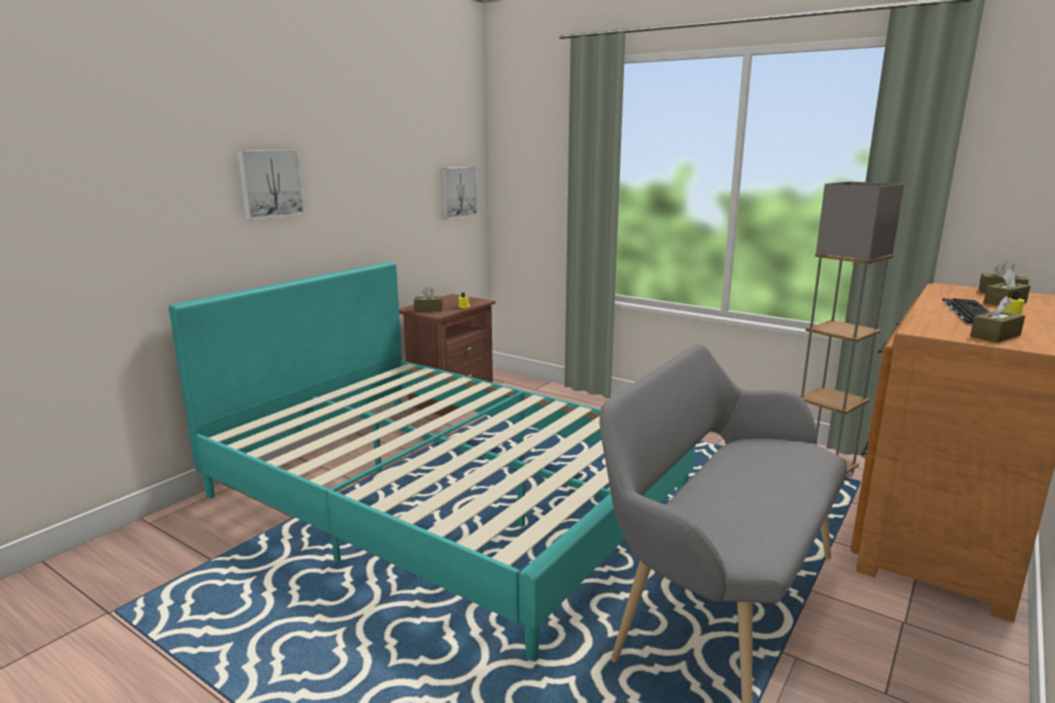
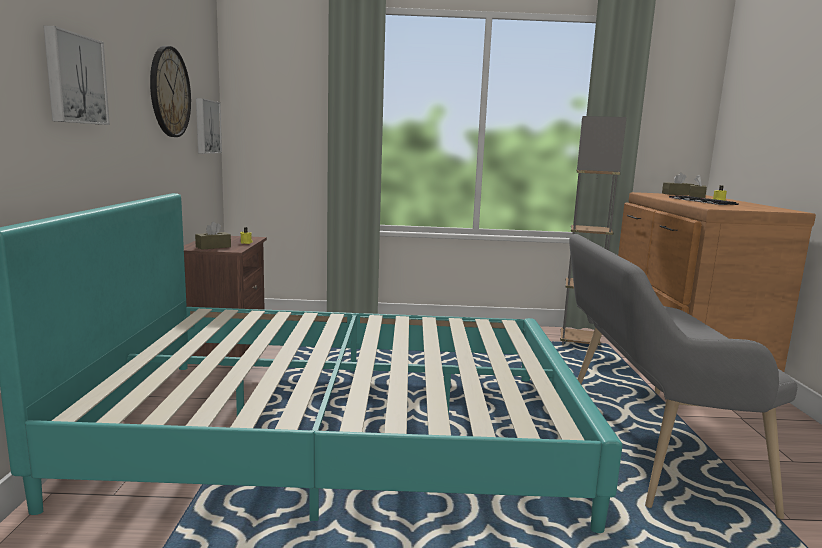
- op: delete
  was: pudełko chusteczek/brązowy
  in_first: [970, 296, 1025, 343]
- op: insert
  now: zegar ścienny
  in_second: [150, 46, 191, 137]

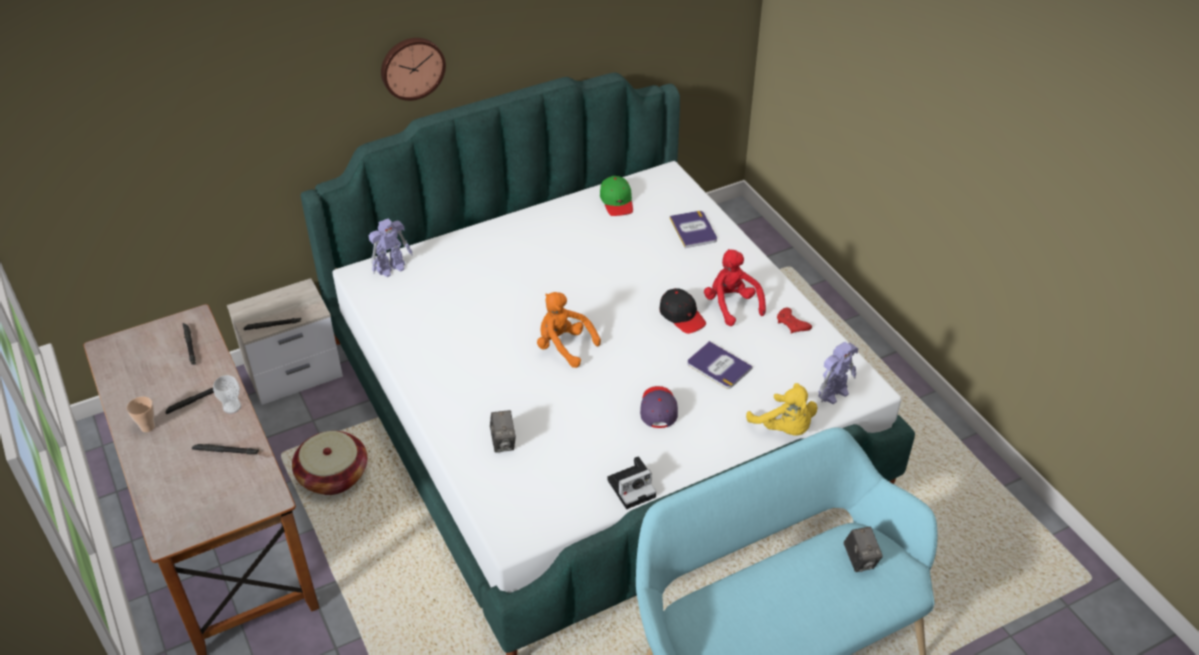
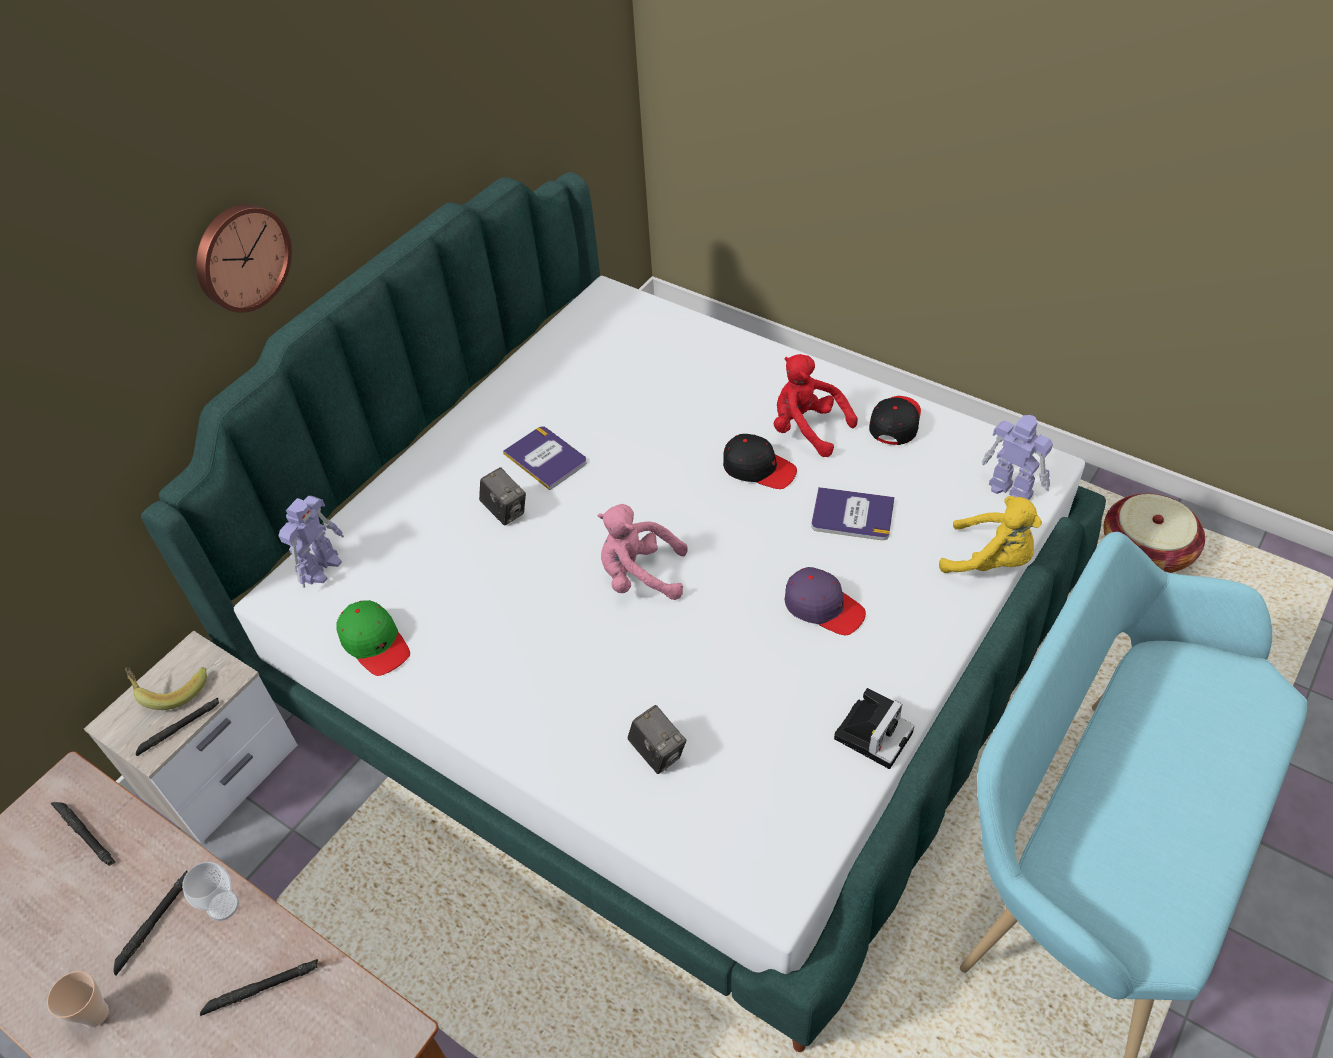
- op: move
  was: czapka z daszkiem/zielony
  in_first: [600, 176, 633, 216]
  in_second: [336, 600, 410, 676]
- op: move
  was: książka
  in_first: [670, 211, 717, 248]
  in_second: [503, 426, 587, 490]
- op: recolor
  was: pluszak/pomarańczowy
  now: pluszak/różowy
  in_first: [537, 292, 601, 368]
  in_second: [598, 504, 688, 600]
- op: replace
  was: pad do gier/czerwony
  now: czapka z daszkiem/czarny
  in_first: [777, 308, 812, 334]
  in_second: [869, 396, 921, 445]
- op: rotate
  was: robot zabawkowy
  in_first: [818, 342, 858, 404]
  in_second: [982, 415, 1053, 500]
  clockwise: -75
- op: rotate
  was: czapka z daszkiem/fioletowy
  in_first: [640, 386, 678, 428]
  in_second: [785, 567, 866, 635]
  clockwise: 150
- op: move
  was: koszyk
  in_first: [292, 431, 367, 495]
  in_second: [1103, 494, 1205, 573]
- op: move
  was: aparat fotograficzny
  in_first: [843, 527, 883, 572]
  in_second: [479, 468, 526, 526]
- op: insert
  now: banan
  in_second: [125, 667, 207, 710]

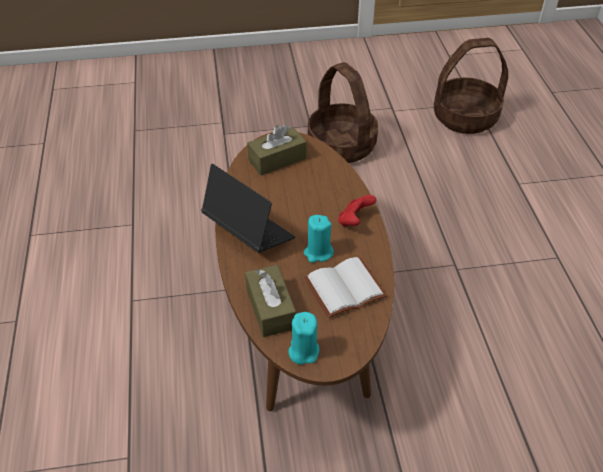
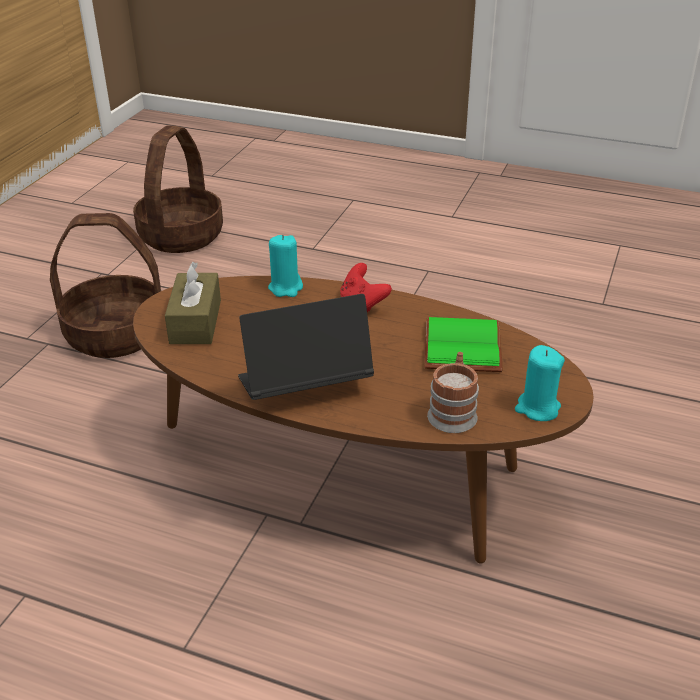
- op: move
  was: świeca/turkusowy
  in_first: [304, 215, 334, 263]
  in_second: [268, 235, 303, 297]
- op: recolor
  was: książka/biały
  now: książka/zielony
  in_first: [304, 257, 387, 318]
  in_second: [425, 317, 502, 372]
- op: replace
  was: pudełko chusteczek/brązowy
  now: kubek
  in_first: [245, 265, 296, 337]
  in_second: [427, 352, 479, 433]

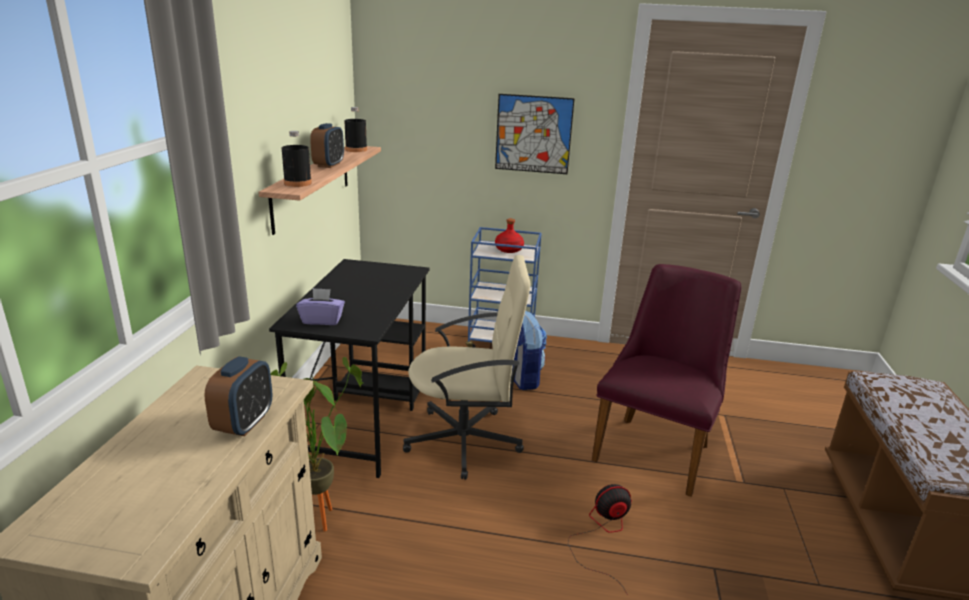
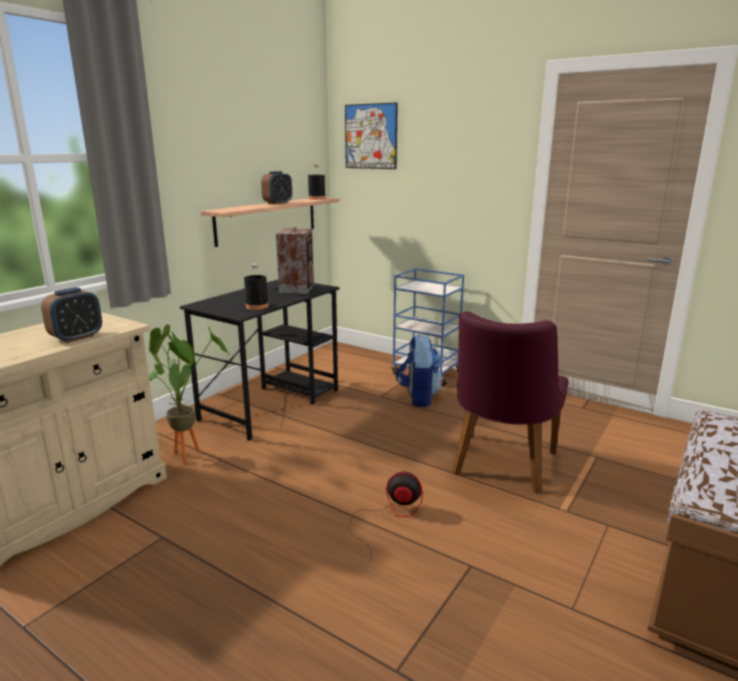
- op: move
  was: obraz
  in_first: [495, 94, 575, 174]
  in_second: [345, 103, 398, 169]
- op: move
  was: butelka/czarny
  in_first: [281, 131, 312, 187]
  in_second: [244, 264, 268, 310]
- op: delete
  was: butelka/czerwony
  in_first: [495, 219, 524, 253]
- op: delete
  was: krzesło biurowe/beżowy
  in_first: [403, 255, 530, 480]
- op: rotate
  was: krzesło/fioletowy
  in_first: [592, 264, 742, 497]
  in_second: [452, 311, 569, 494]
  clockwise: 150
- op: delete
  was: pudełko chusteczek/fioletowy
  in_first: [296, 288, 345, 325]
- op: insert
  now: głośnik
  in_second: [276, 227, 314, 294]

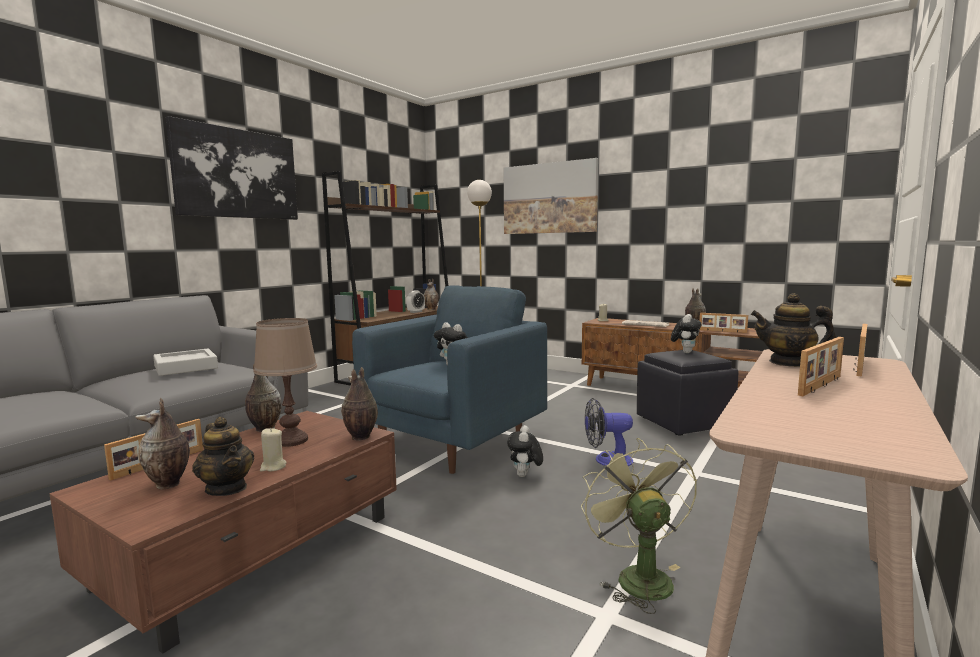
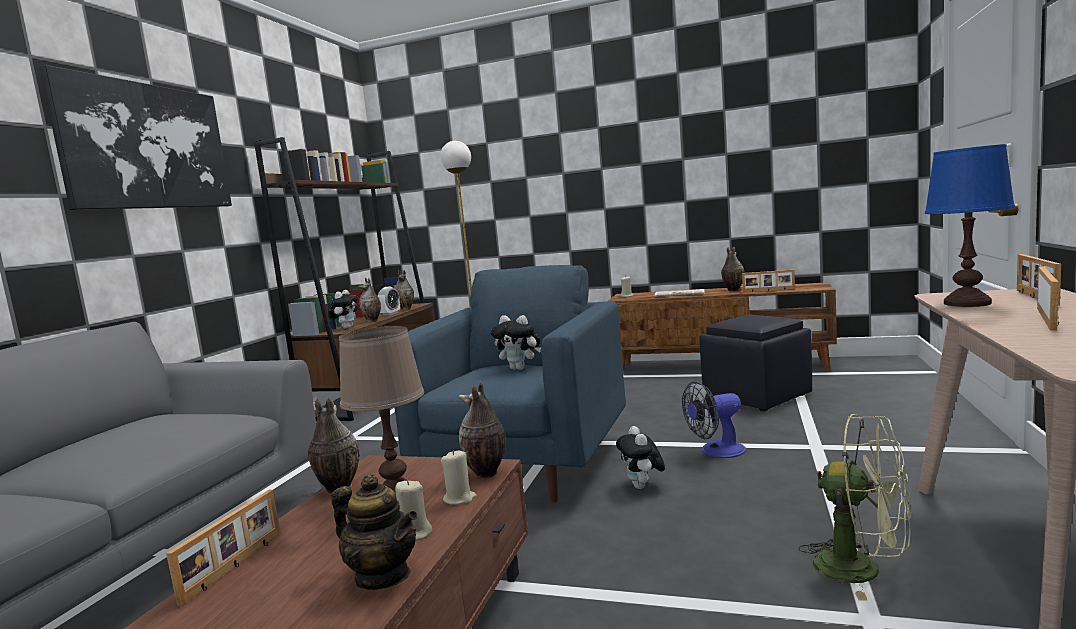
- op: delete
  was: obraz
  in_first: [504, 158, 598, 234]
- op: replace
  was: imbryk
  now: lampa stołowa/niebieski
  in_first: [751, 293, 836, 367]
  in_second: [925, 144, 1015, 307]
- op: move
  was: pluszak
  in_first: [671, 314, 702, 353]
  in_second: [329, 290, 358, 329]
- op: delete
  was: taca/szary
  in_first: [153, 349, 218, 376]
- op: move
  was: wazon
  in_first: [136, 398, 190, 490]
  in_second: [358, 278, 381, 322]
- op: rotate
  was: wentylator/zielony
  in_first: [581, 438, 697, 614]
  in_second: [799, 414, 911, 600]
  clockwise: 150
- op: insert
  now: świeca/beżowy
  in_second: [441, 450, 476, 505]

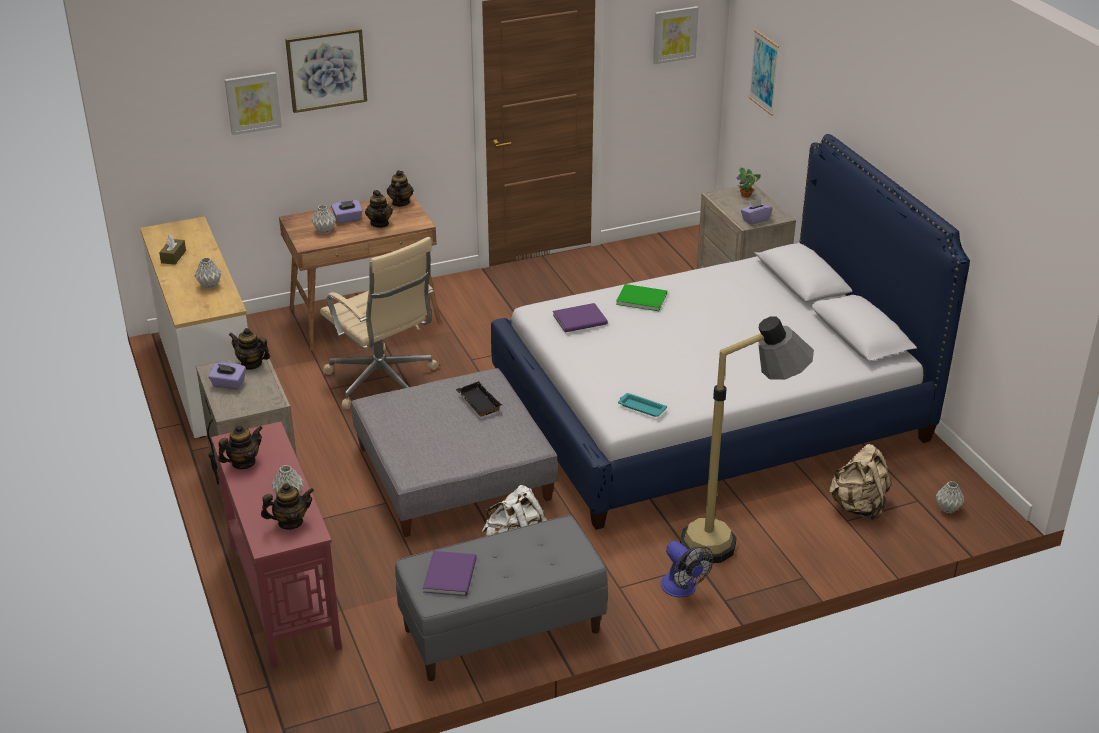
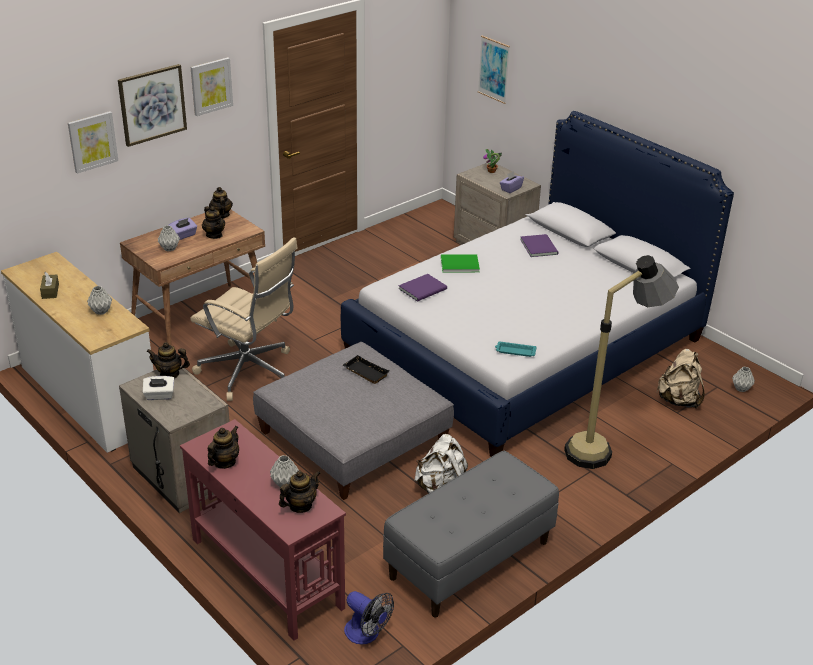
- op: move
  was: obraz
  in_first: [653, 6, 699, 64]
  in_second: [191, 57, 233, 116]
- op: recolor
  was: pudełko chusteczek/fioletowy
  now: pudełko chusteczek/biały
  in_first: [208, 362, 246, 389]
  in_second: [143, 376, 174, 400]
- op: move
  was: wentylator
  in_first: [661, 541, 713, 597]
  in_second: [344, 591, 394, 645]
- op: move
  was: książka/fioletowy
  in_first: [423, 551, 477, 596]
  in_second: [520, 234, 559, 257]

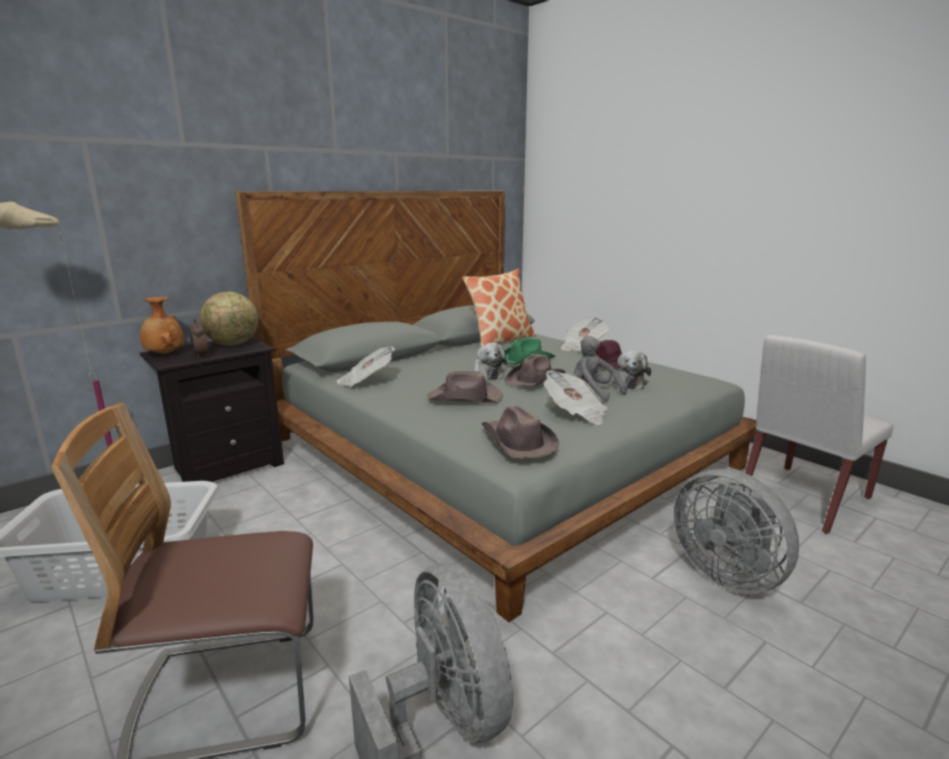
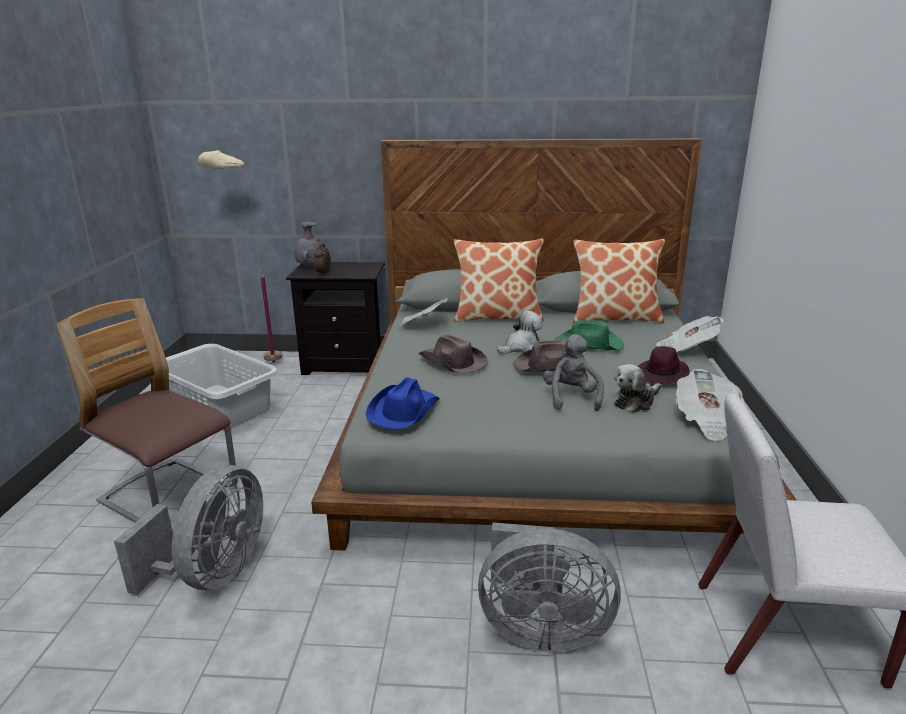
- op: delete
  was: globus
  in_first: [200, 292, 258, 346]
- op: recolor
  was: wazon/brązowy
  now: wazon/szary
  in_first: [140, 297, 184, 354]
  in_second: [295, 222, 324, 267]
- op: rotate
  was: pluszak
  in_first: [473, 343, 507, 380]
  in_second: [497, 311, 543, 354]
  clockwise: -150
- op: move
  was: gazeta
  in_first: [544, 370, 608, 425]
  in_second: [676, 369, 744, 441]
- op: recolor
  was: kapelusz/brązowy
  now: kapelusz/niebieski
  in_first: [482, 406, 559, 458]
  in_second: [366, 377, 440, 429]
- op: rotate
  was: wentylator/szary
  in_first: [673, 469, 799, 594]
  in_second: [478, 523, 621, 652]
  clockwise: -90
- op: insert
  now: poduszka
  in_second: [454, 238, 544, 322]

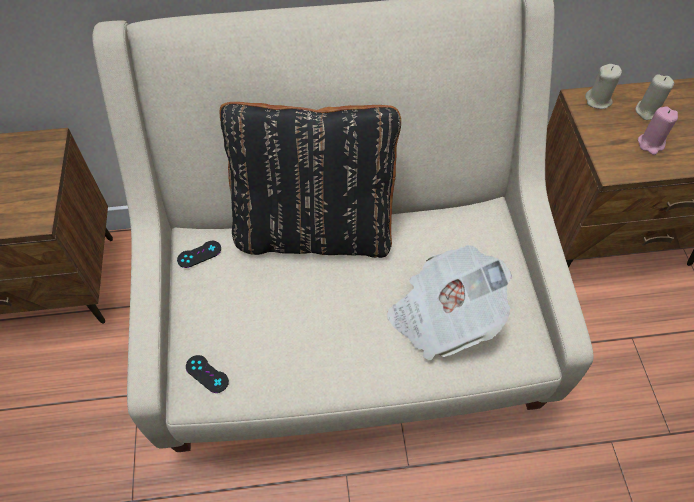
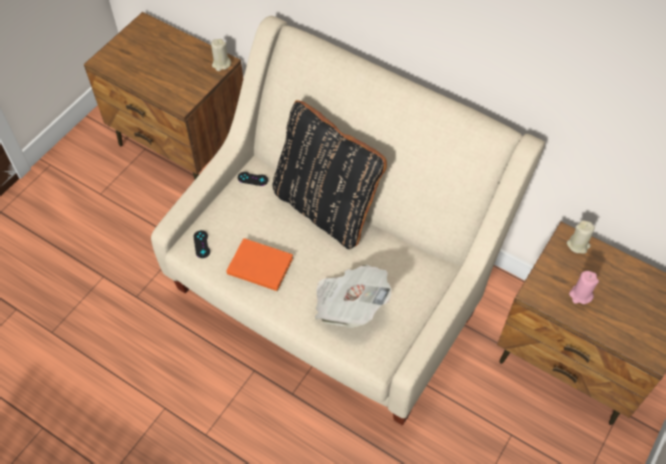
- op: move
  was: świeca/beżowy
  in_first: [635, 75, 674, 120]
  in_second: [211, 39, 231, 71]
- op: insert
  now: książka/pomarańczowy
  in_second: [226, 238, 293, 291]

